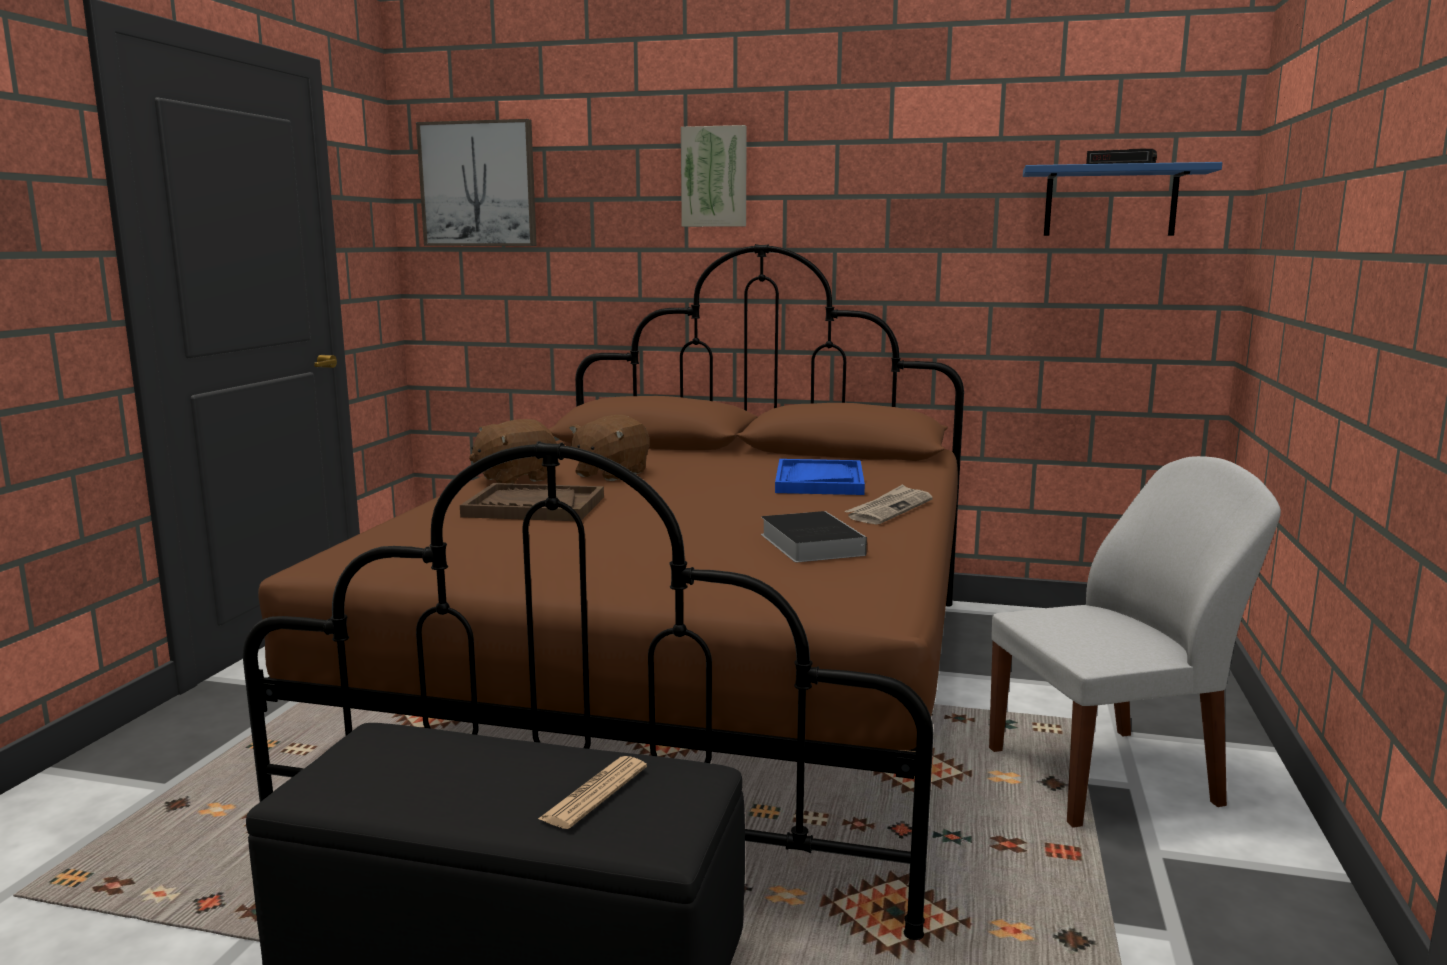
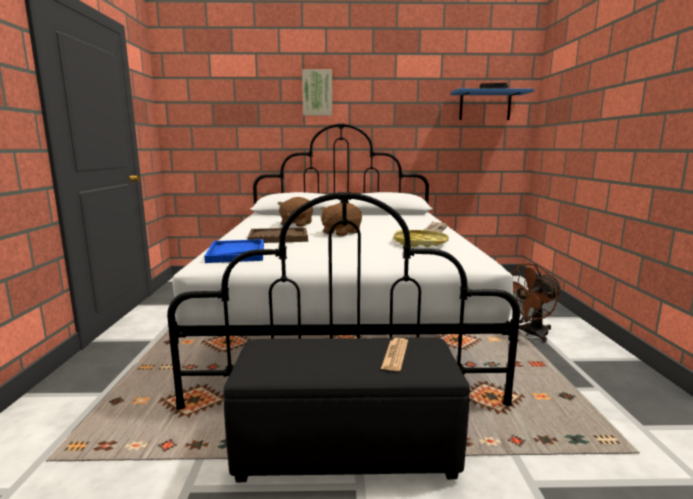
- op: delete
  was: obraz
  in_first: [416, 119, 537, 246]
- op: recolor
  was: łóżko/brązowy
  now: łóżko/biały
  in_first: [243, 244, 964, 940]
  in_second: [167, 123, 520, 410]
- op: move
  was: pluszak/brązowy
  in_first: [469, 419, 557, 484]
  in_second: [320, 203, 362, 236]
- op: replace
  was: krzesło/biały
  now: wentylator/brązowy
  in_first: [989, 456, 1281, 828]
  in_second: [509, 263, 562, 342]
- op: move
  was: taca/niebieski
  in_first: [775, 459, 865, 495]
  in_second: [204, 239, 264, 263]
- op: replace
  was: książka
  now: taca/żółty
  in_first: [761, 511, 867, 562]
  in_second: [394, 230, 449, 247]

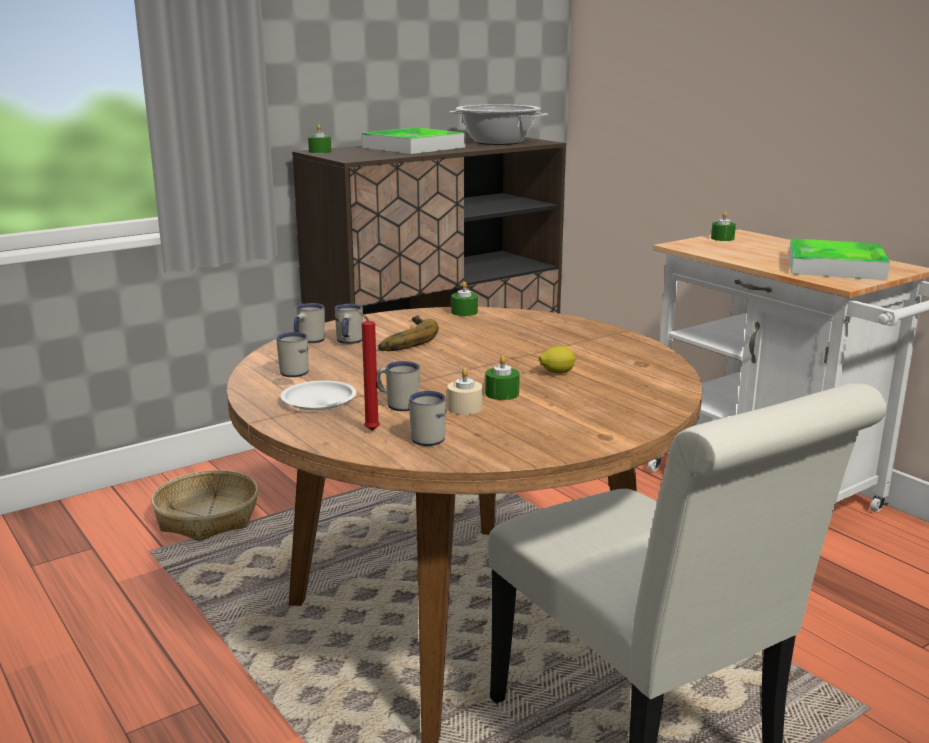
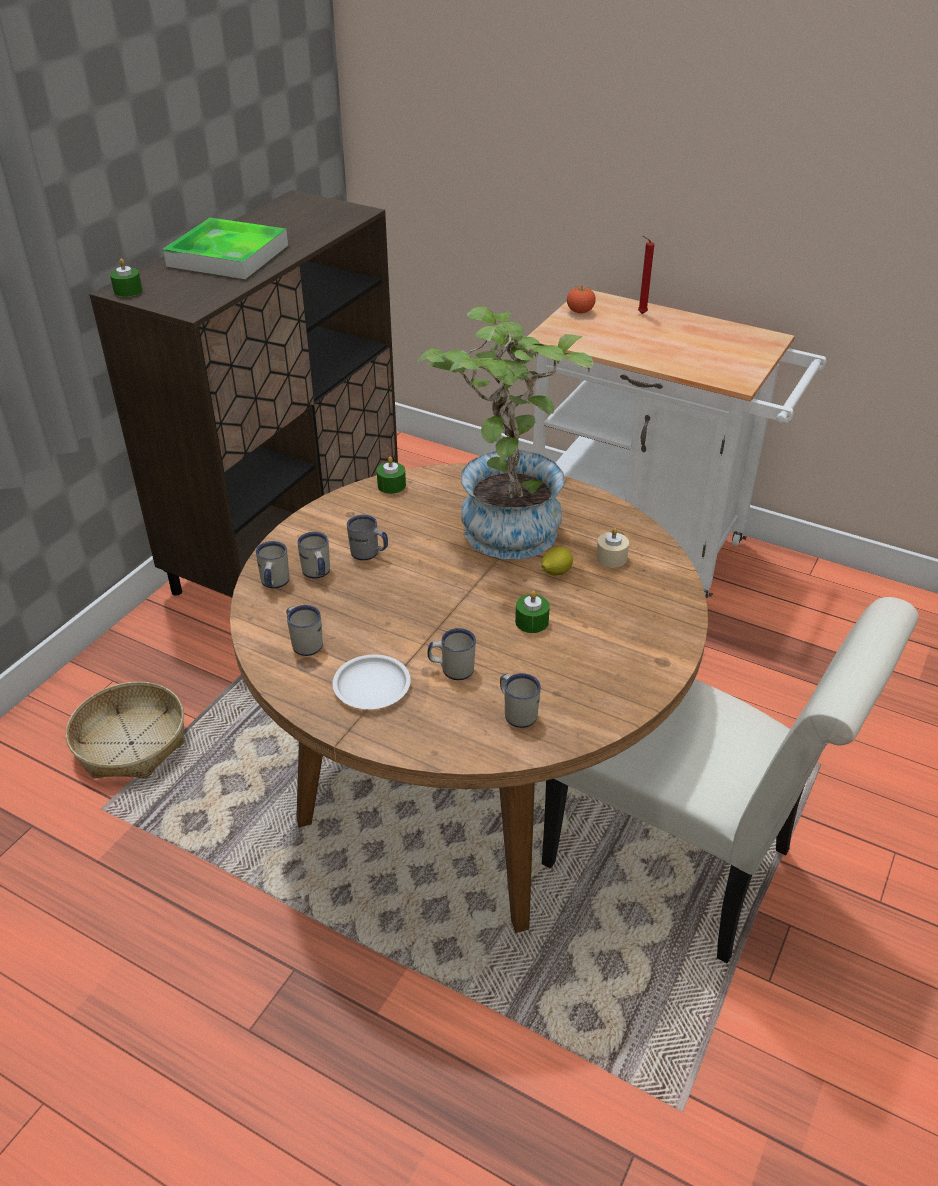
- op: delete
  was: garnek
  in_first: [450, 104, 548, 145]
- op: replace
  was: świeca/zielony
  now: pomidor
  in_first: [711, 211, 736, 241]
  in_second: [567, 286, 596, 313]
- op: delete
  was: taca
  in_first: [789, 238, 890, 280]
- op: move
  was: świeca/czerwony
  in_first: [355, 309, 380, 431]
  in_second: [638, 236, 654, 314]
- op: replace
  was: banan
  now: kubek/szary
  in_first: [378, 315, 439, 351]
  in_second: [347, 515, 388, 560]
- op: move
  was: świeca/beżowy
  in_first: [447, 368, 483, 415]
  in_second: [596, 528, 629, 568]
- op: insert
  now: roślina doniczkowa
  in_second: [417, 306, 594, 559]

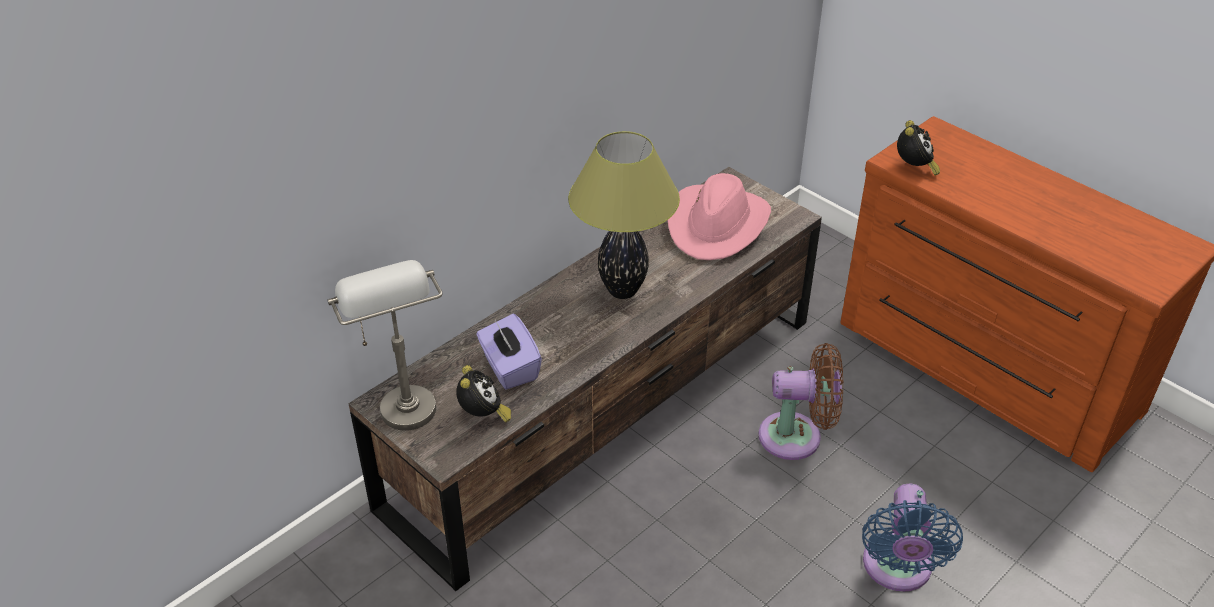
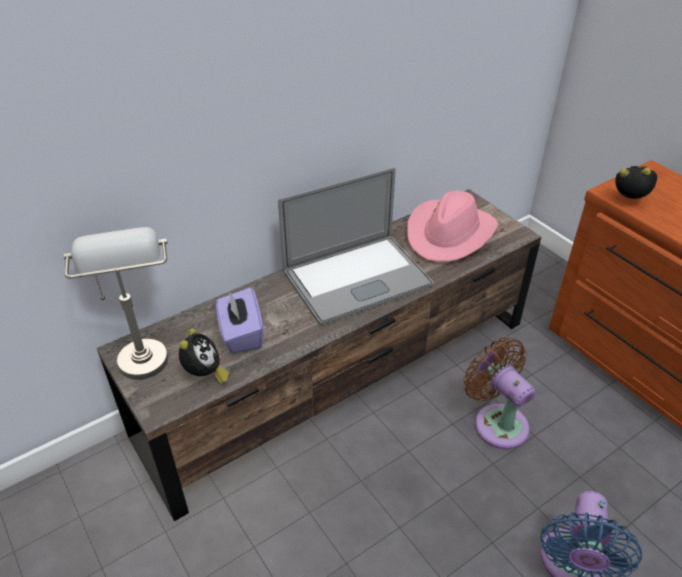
- op: rotate
  was: budzik
  in_first: [897, 120, 940, 176]
  in_second: [615, 166, 657, 199]
  clockwise: -90
- op: replace
  was: lampa stołowa
  now: laptop
  in_first: [568, 131, 680, 299]
  in_second: [278, 167, 434, 325]
- op: rotate
  was: wentylator/brązowy
  in_first: [759, 343, 843, 460]
  in_second: [463, 338, 535, 450]
  clockwise: -135

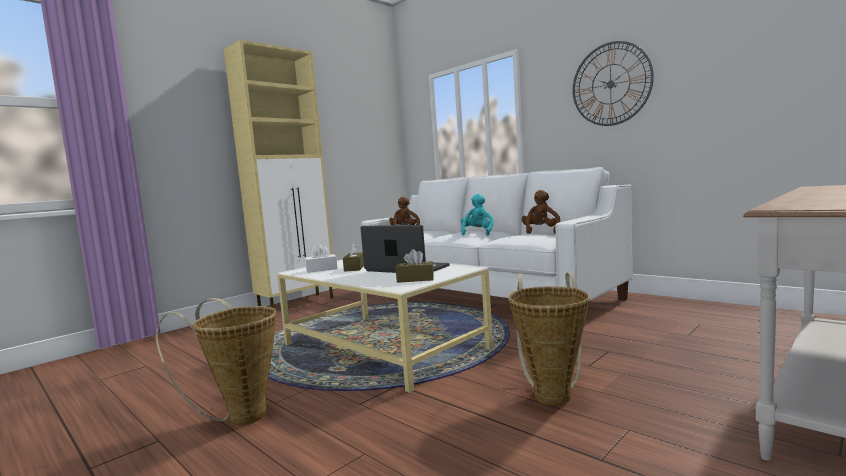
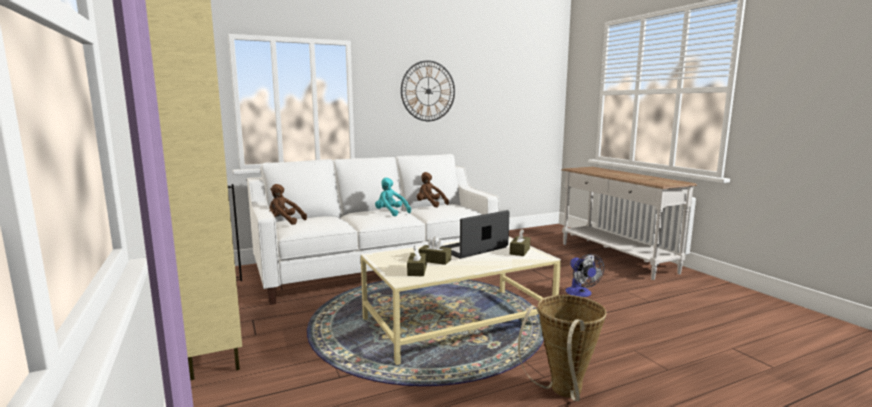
- op: recolor
  was: pudełko chusteczek/biały
  now: pudełko chusteczek/brązowy
  in_first: [305, 244, 338, 273]
  in_second: [407, 245, 427, 276]
- op: replace
  was: koszyk
  now: wentylator
  in_first: [508, 272, 590, 406]
  in_second: [566, 254, 604, 297]

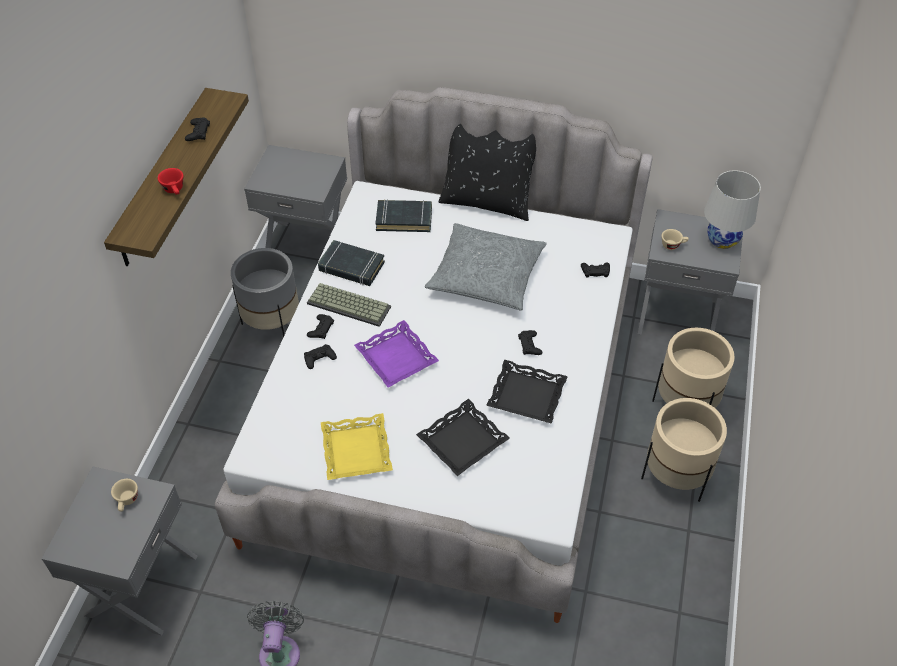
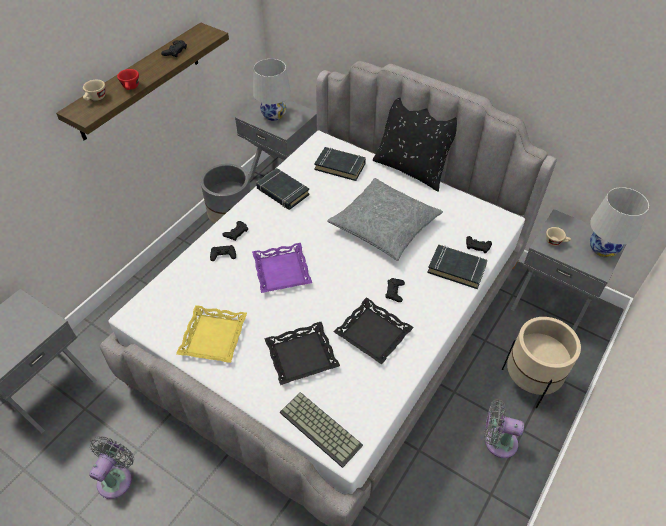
- op: move
  was: klawiatura
  in_first: [307, 283, 391, 327]
  in_second: [280, 392, 363, 468]
- op: replace
  was: donica/beżowy
  now: wentylator/szary
  in_first: [641, 398, 727, 502]
  in_second: [484, 399, 524, 458]
- op: move
  was: filiżanka/beżowy
  in_first: [111, 479, 138, 512]
  in_second: [83, 80, 105, 101]
- op: insert
  now: lampa stołowa/biały
  in_second: [253, 59, 291, 121]
- op: insert
  now: książka/czarny
  in_second: [427, 245, 488, 289]

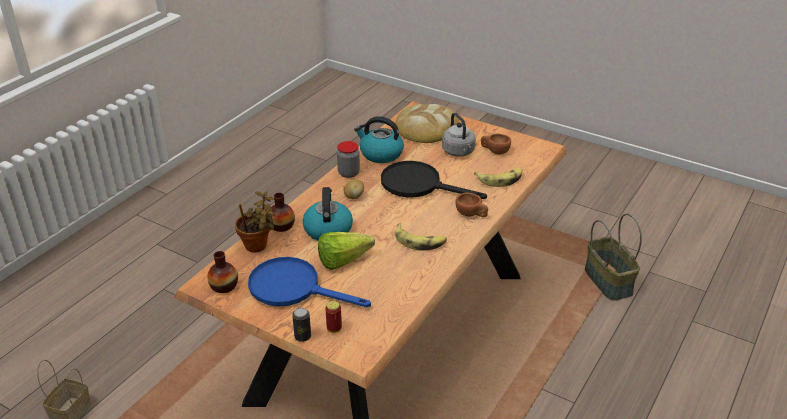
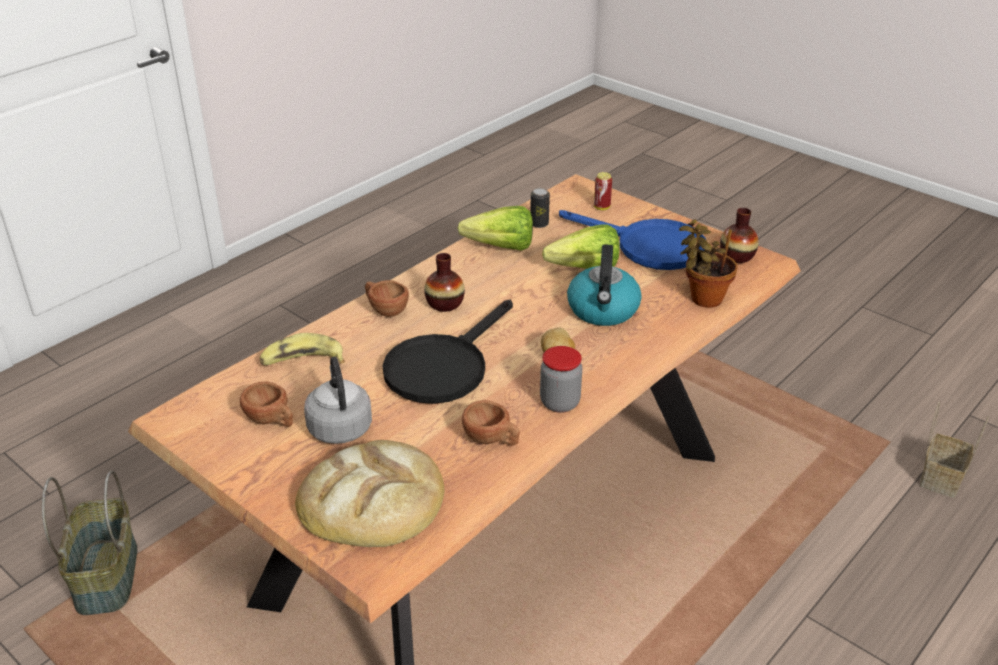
- op: replace
  was: czajnik
  now: filiżanka/brązowy
  in_first: [354, 116, 404, 163]
  in_second: [462, 400, 520, 445]
- op: rotate
  was: patelnia/czarny
  in_first: [381, 161, 487, 199]
  in_second: [382, 299, 513, 404]
  clockwise: 90
- op: move
  was: wazon
  in_first: [271, 193, 295, 232]
  in_second: [424, 253, 465, 312]
- op: delete
  was: banan
  in_first: [395, 224, 447, 251]
- op: move
  was: puszka
  in_first: [292, 308, 311, 342]
  in_second: [530, 188, 550, 228]
- op: insert
  now: sałata
  in_second: [458, 206, 533, 251]

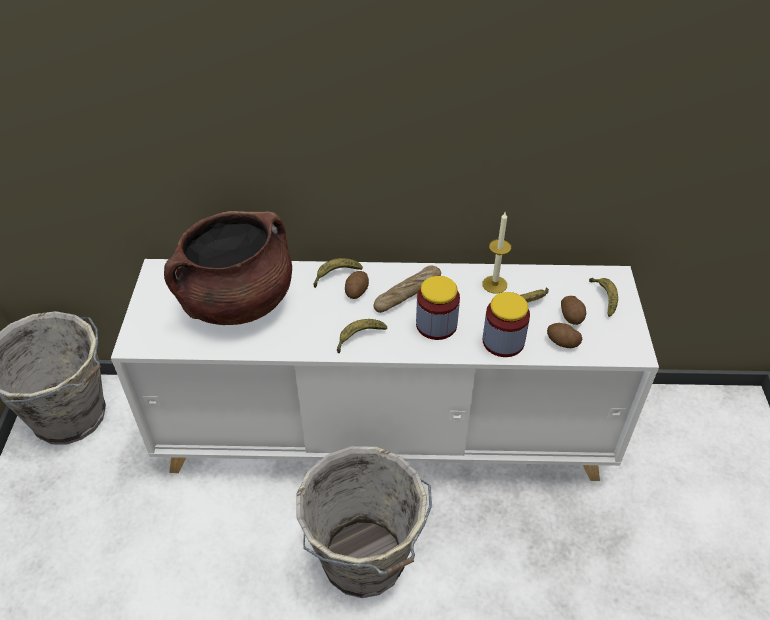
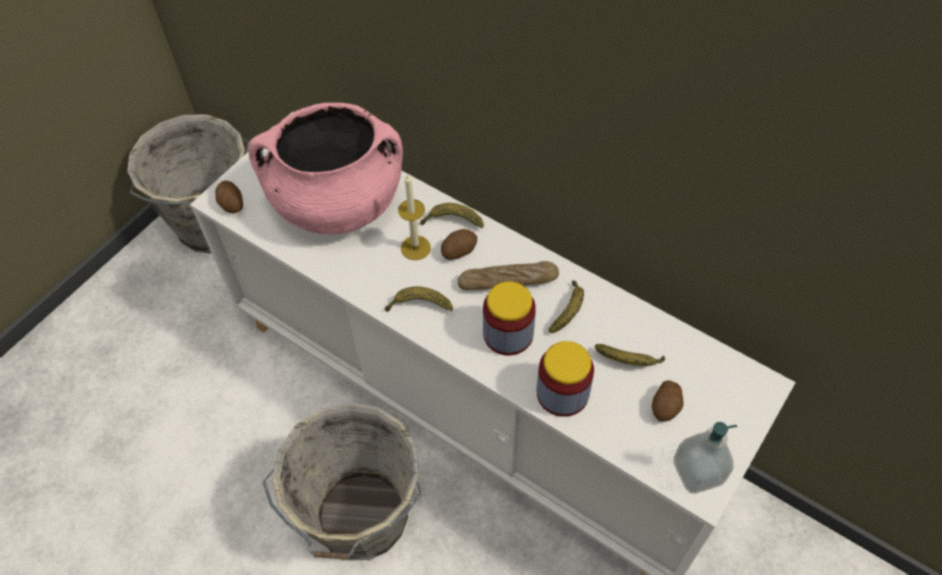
- op: recolor
  was: garnek/brązowy
  now: garnek/różowy
  in_first: [164, 211, 292, 325]
  in_second: [249, 103, 403, 235]
- op: move
  was: świeca
  in_first: [482, 212, 511, 294]
  in_second: [398, 173, 431, 260]
- op: move
  was: banan
  in_first: [589, 278, 618, 317]
  in_second: [548, 280, 584, 333]
- op: move
  was: ziemniak
  in_first: [547, 323, 582, 348]
  in_second: [215, 181, 243, 213]
- op: insert
  now: dozownik mydła
  in_second: [674, 422, 737, 494]

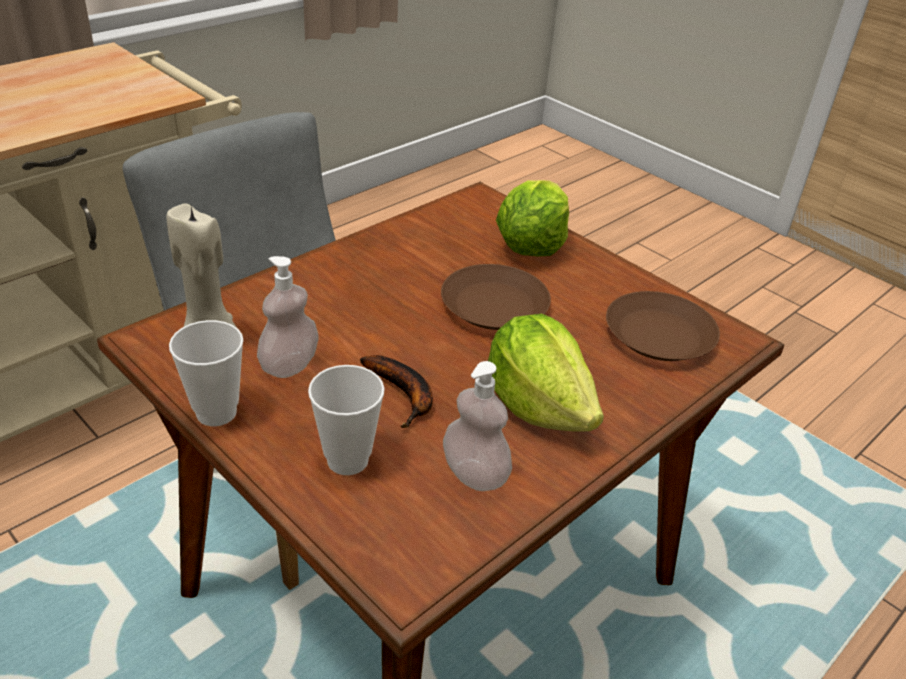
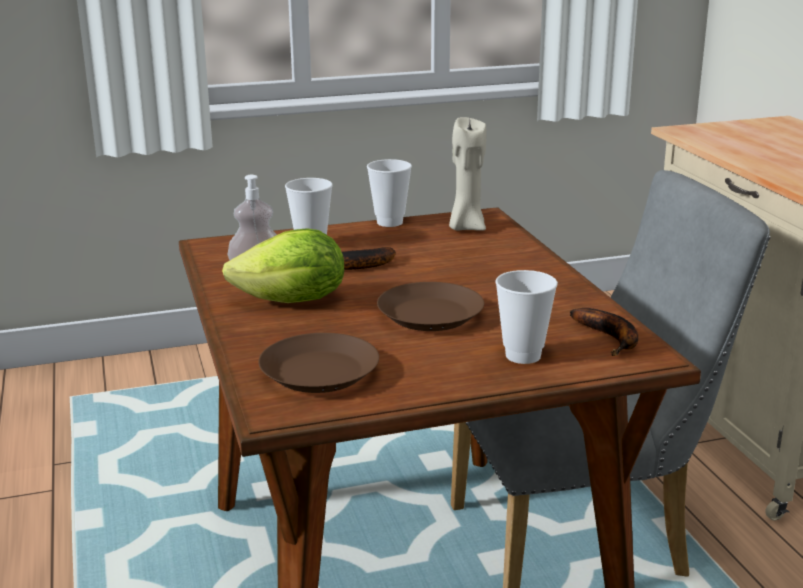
- op: replace
  was: sałata
  now: filiżanka
  in_first: [496, 180, 569, 256]
  in_second: [495, 270, 558, 364]
- op: delete
  was: dozownik mydła
  in_first: [257, 256, 319, 378]
- op: insert
  now: banan
  in_second: [570, 308, 638, 356]

